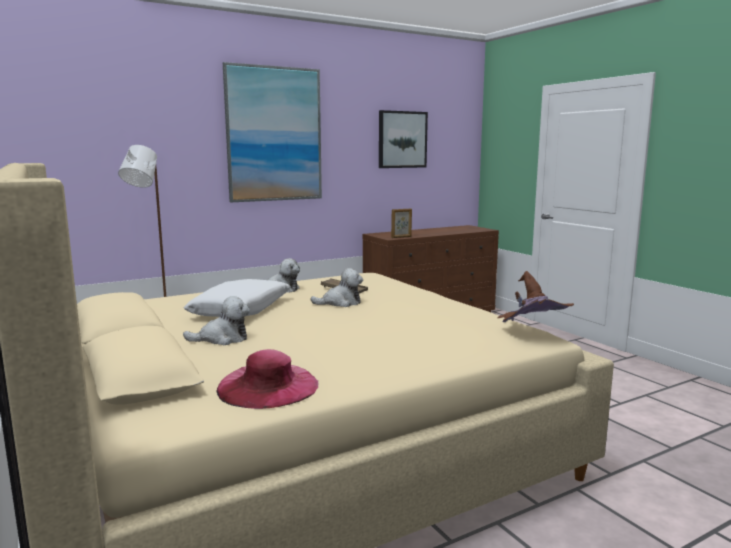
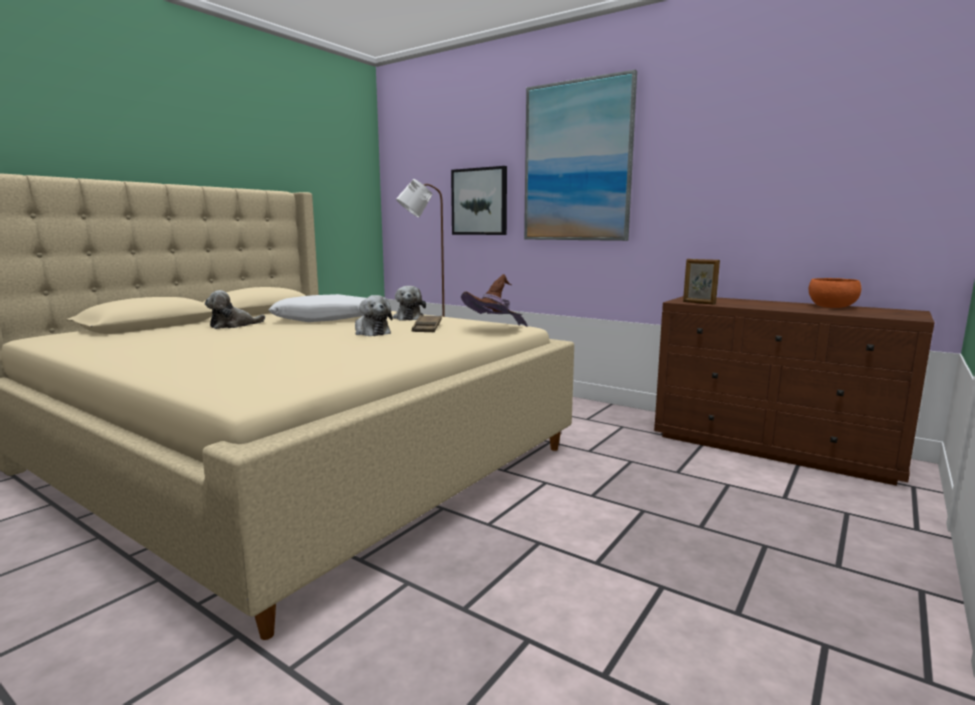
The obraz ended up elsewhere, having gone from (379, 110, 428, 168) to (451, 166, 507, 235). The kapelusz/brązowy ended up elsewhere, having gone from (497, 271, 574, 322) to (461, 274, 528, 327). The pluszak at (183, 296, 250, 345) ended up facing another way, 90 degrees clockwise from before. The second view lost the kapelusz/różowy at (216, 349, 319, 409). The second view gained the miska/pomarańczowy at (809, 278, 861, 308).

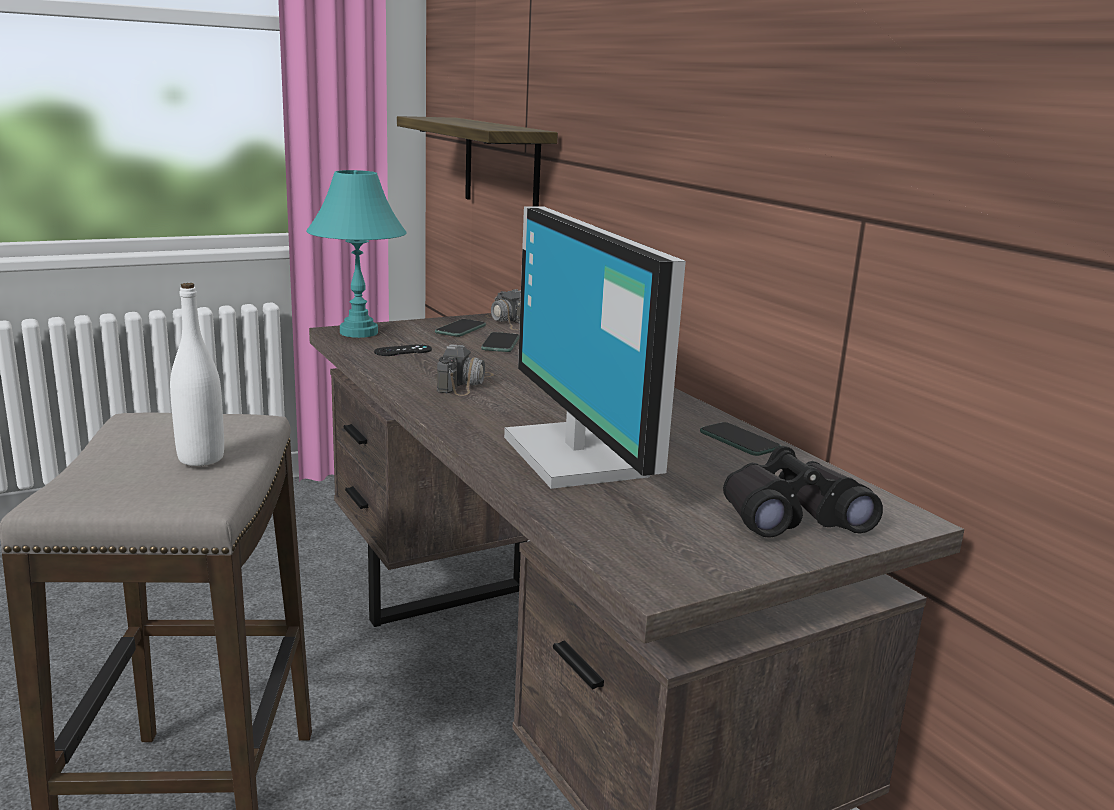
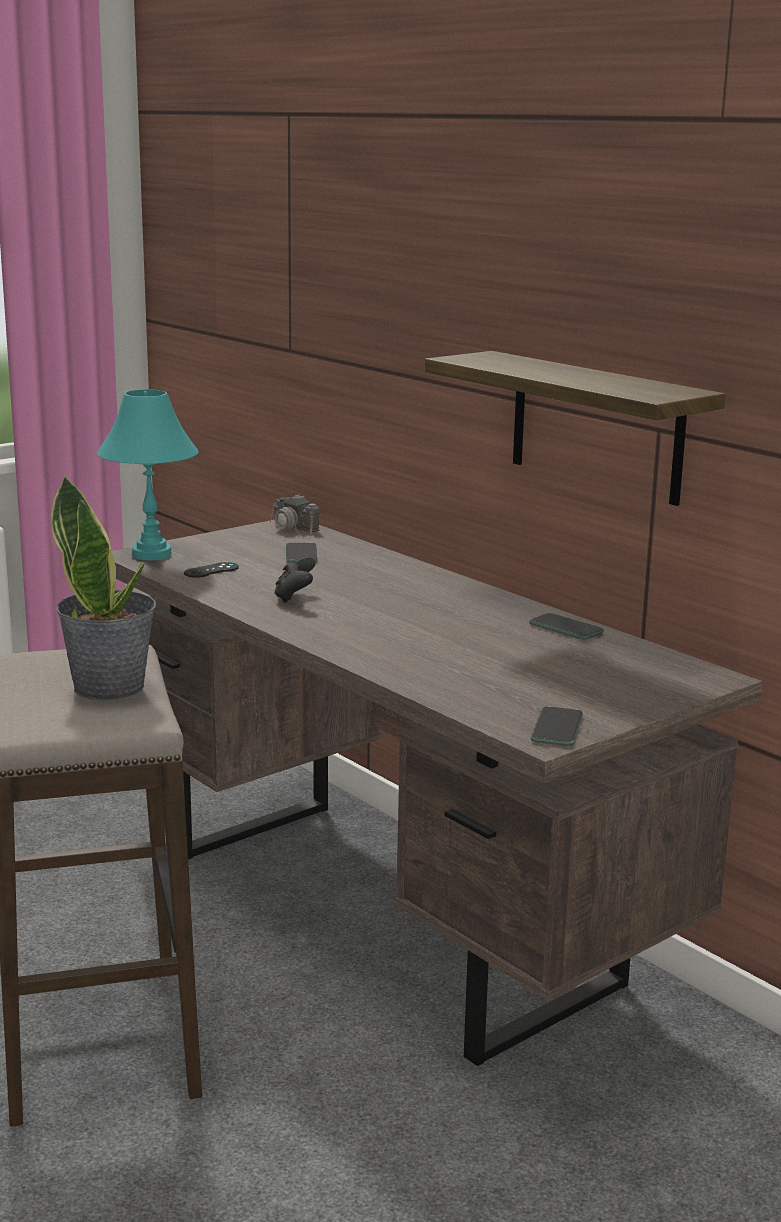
The półka ended up elsewhere, having gone from (397, 116, 558, 206) to (425, 351, 726, 506). The second view lost the monitor at (504, 206, 686, 489). Where the butelka/biały stood at (170, 283, 224, 466), the roślina doniczkowa came to stand at (51, 475, 156, 701). The telefon ended up elsewhere, having gone from (435, 319, 486, 337) to (531, 706, 583, 746). Where the aparat fotograficzny stood at (437, 344, 494, 396), the pad do gier/czarny came to stand at (274, 557, 315, 603). The second view lost the lornetka/czarny at (723, 446, 883, 538).

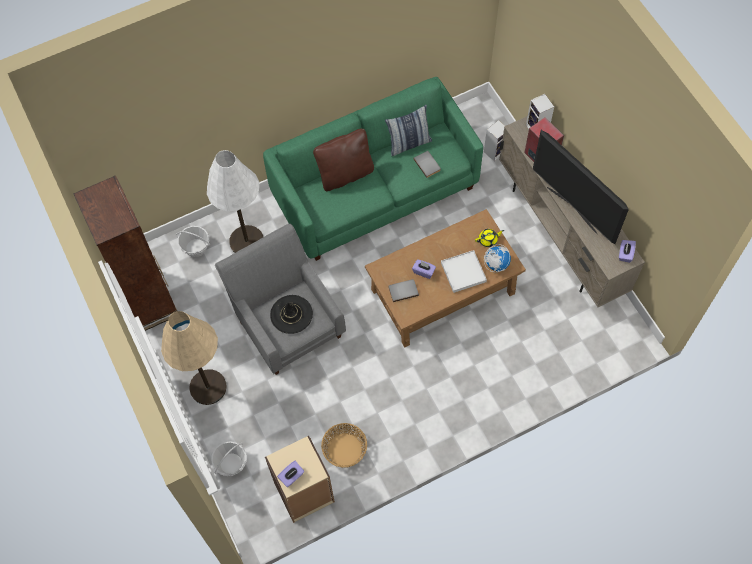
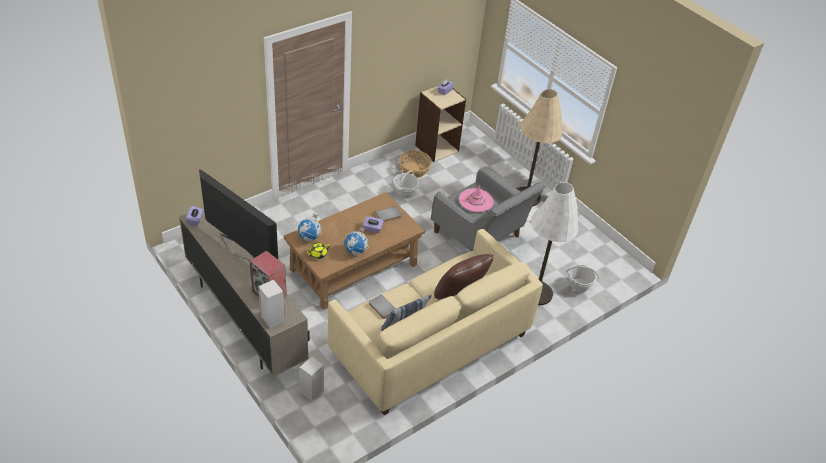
What was the kanapa/zielony at (263, 77, 483, 261) turned into the kanapa/beżowy at (328, 229, 543, 415). The second view lost the regał/brązowy at (73, 175, 177, 331). The second view lost the taca/biały at (441, 250, 487, 293). What was the kapelusz/czarny at (270, 295, 313, 334) turned into the kapelusz/różowy at (459, 185, 494, 212). The koszyk ended up elsewhere, having gone from (211, 441, 247, 476) to (393, 170, 419, 198). The second view gained the globus at (345, 227, 368, 255).

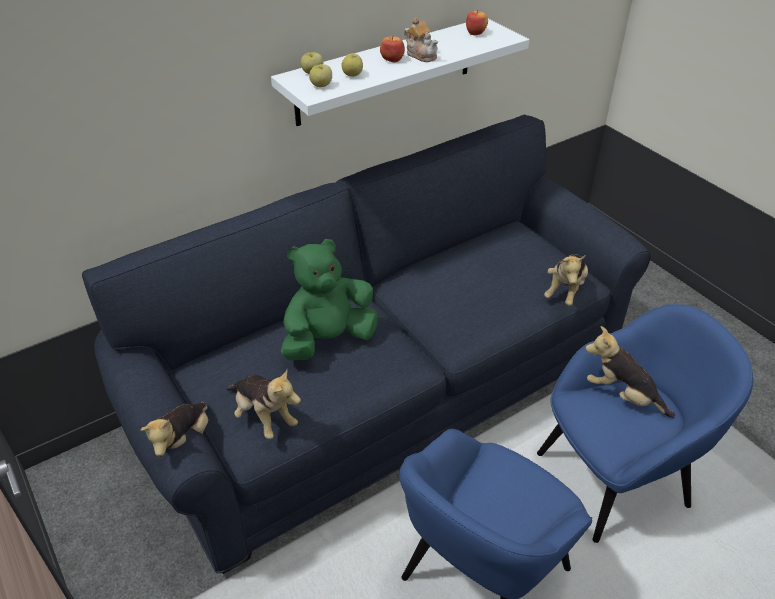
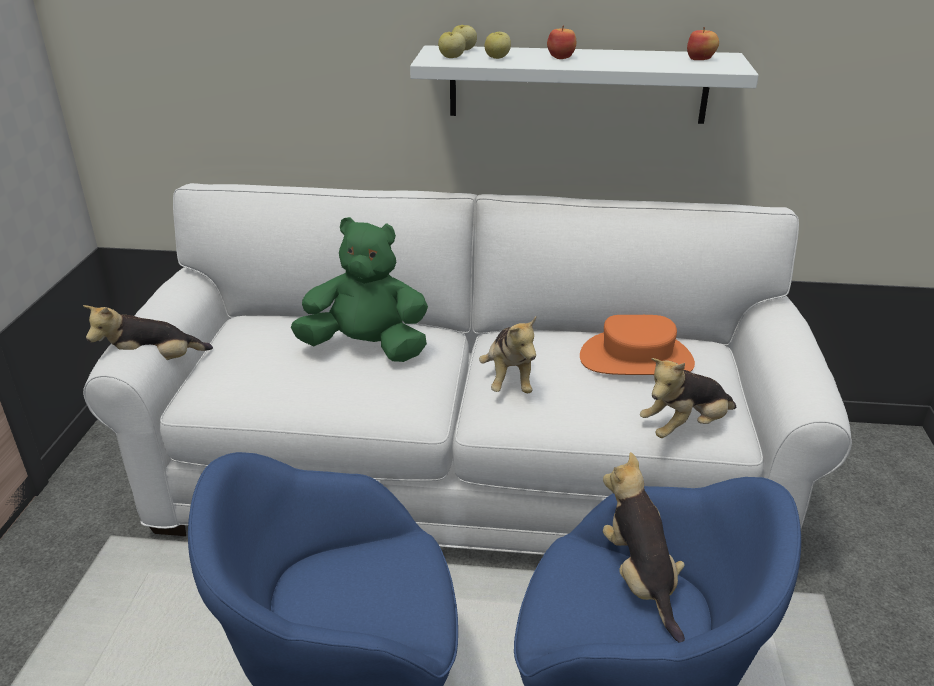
The second view lost the imbryk at (404, 18, 438, 62). What was the kanapa/niebieski at (82, 115, 651, 574) turned into the kanapa/biały at (83, 183, 852, 555). The pluszak ended up elsewhere, having gone from (227, 370, 301, 439) to (479, 317, 536, 393). The second view gained the kapelusz/pomarańczowy at (580, 315, 695, 375).

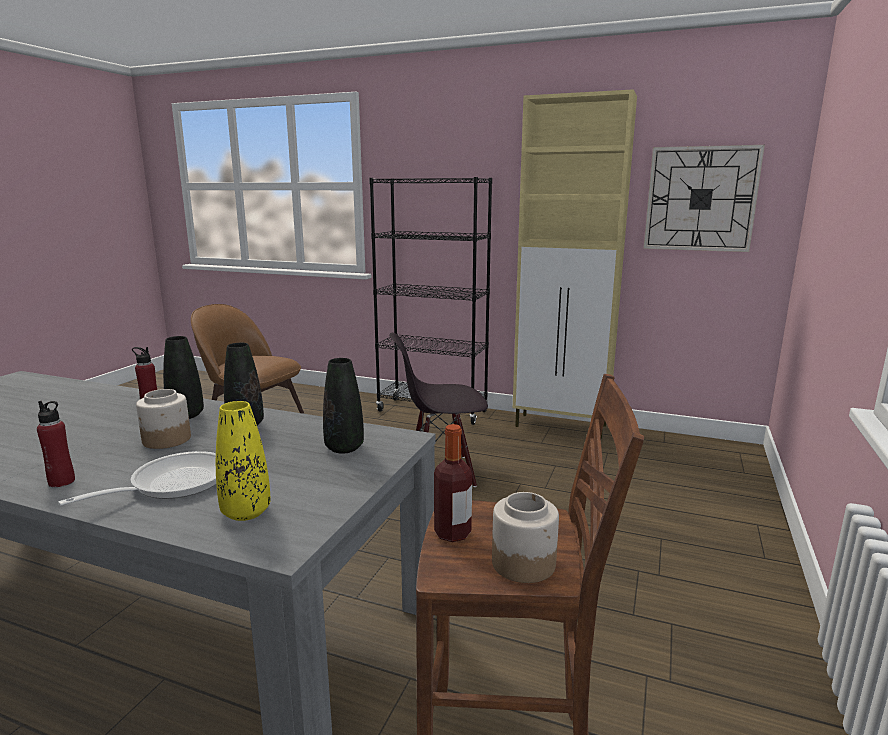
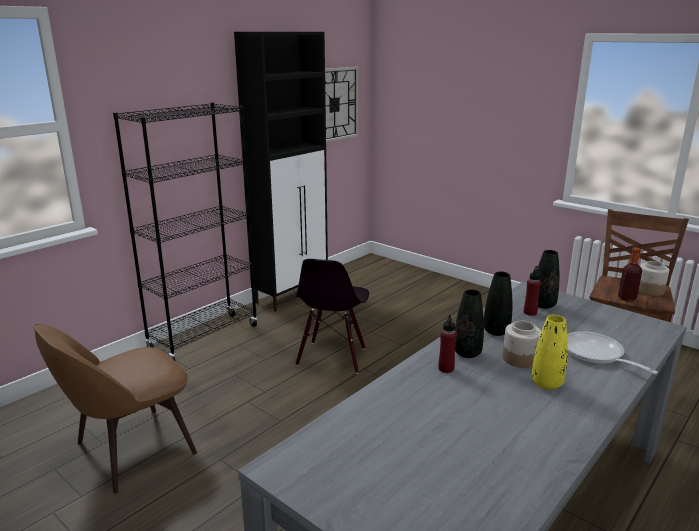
What was the szafka/beżowy at (513, 89, 637, 439) turned into the szafka/czarny at (234, 32, 328, 312). The butelka/czerwony ended up elsewhere, having gone from (37, 401, 75, 487) to (524, 266, 541, 316). The wazon/żółty ended up elsewhere, having gone from (216, 401, 271, 521) to (532, 315, 568, 390).

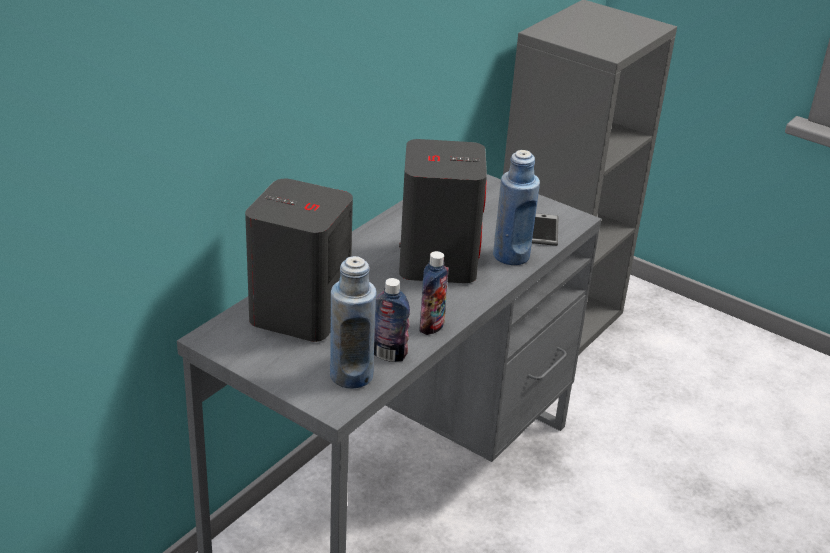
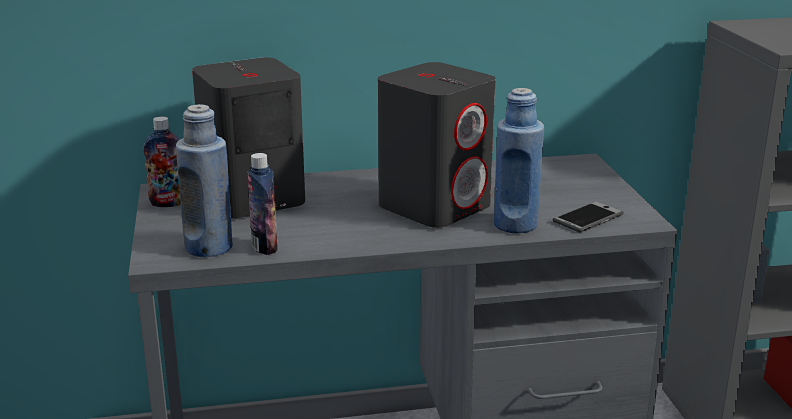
The butelka ended up elsewhere, having gone from (419, 251, 449, 335) to (143, 117, 181, 207).

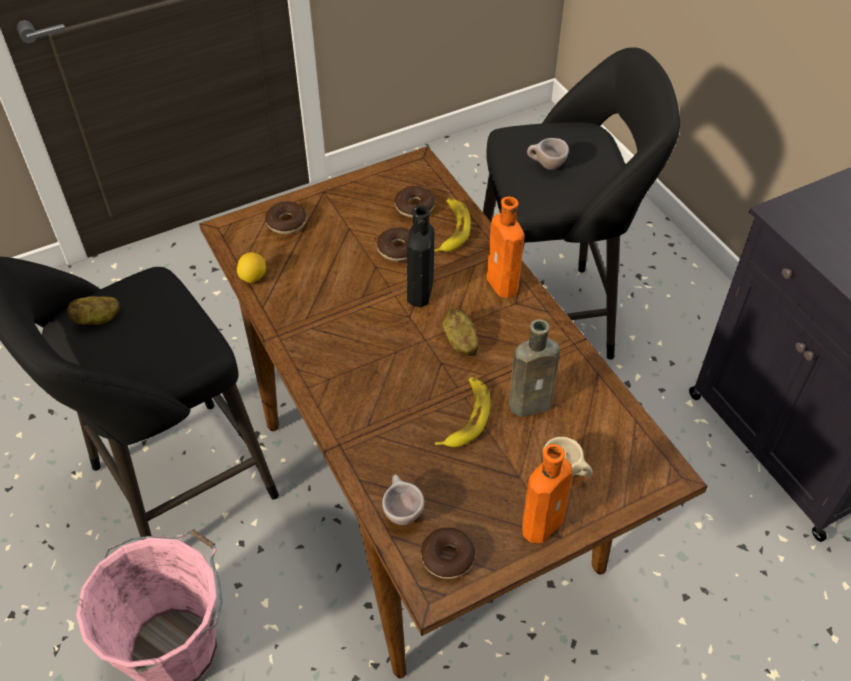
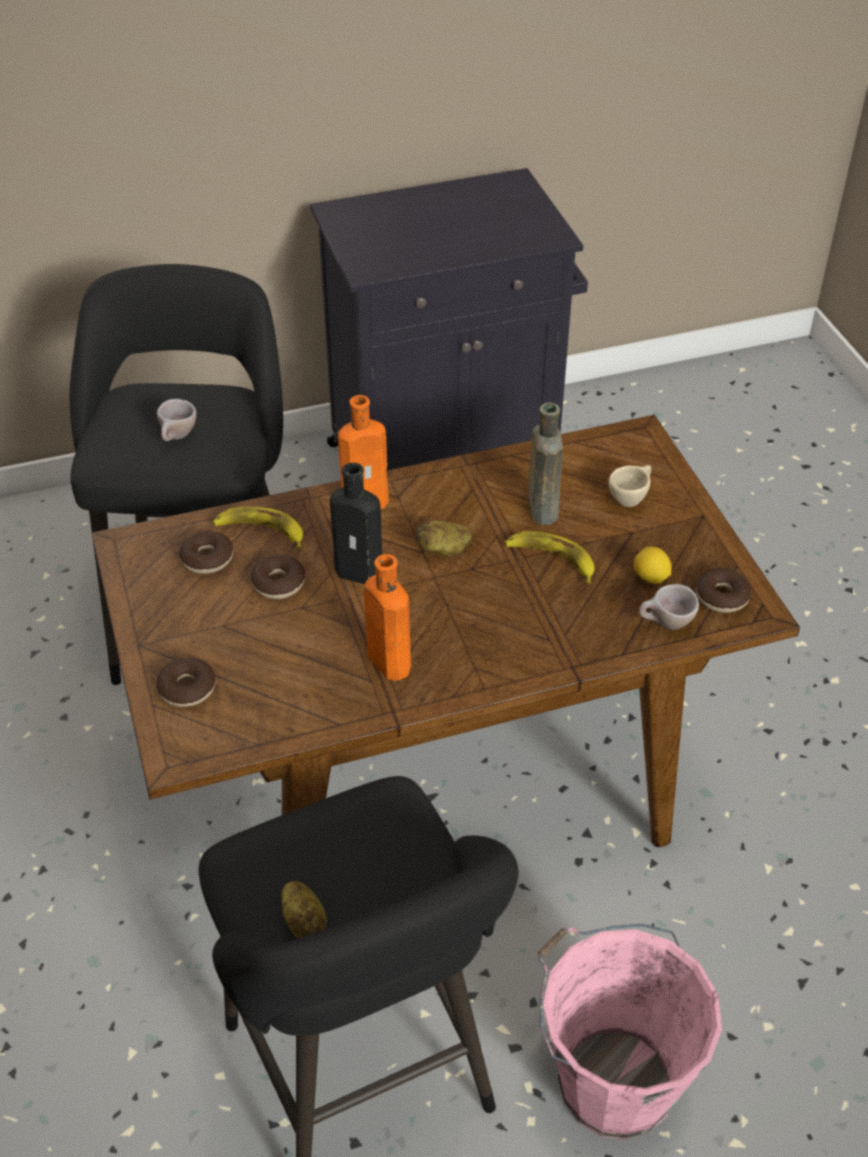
The cytryna ended up elsewhere, having gone from (237, 252, 266, 283) to (634, 547, 672, 584). The butelka/pomarańczowy ended up elsewhere, having gone from (522, 444, 572, 543) to (364, 554, 411, 681).

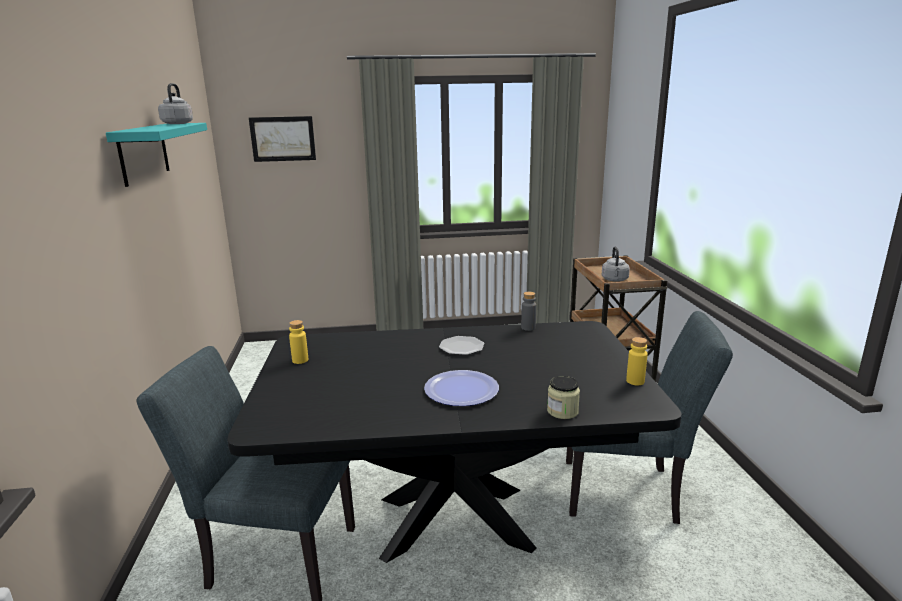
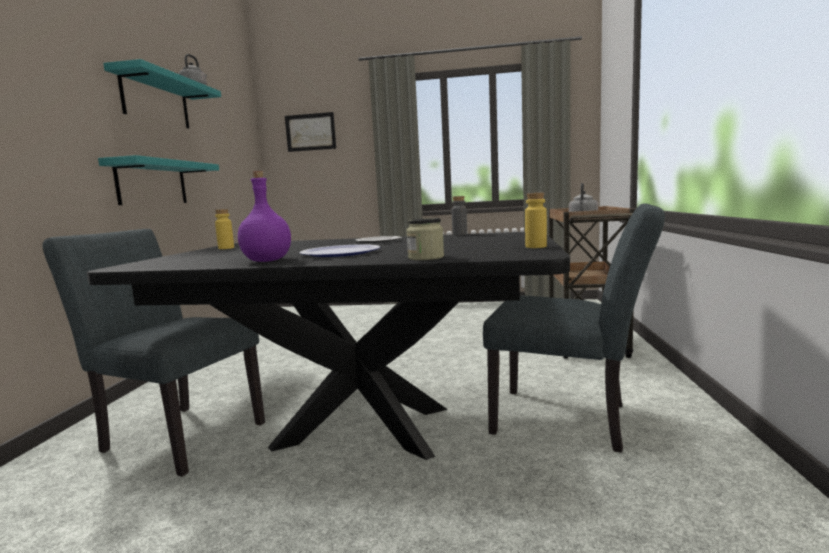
The second view gained the półka/turkusowy at (98, 155, 219, 205). The second view gained the butelka/fioletowy at (238, 171, 291, 262).

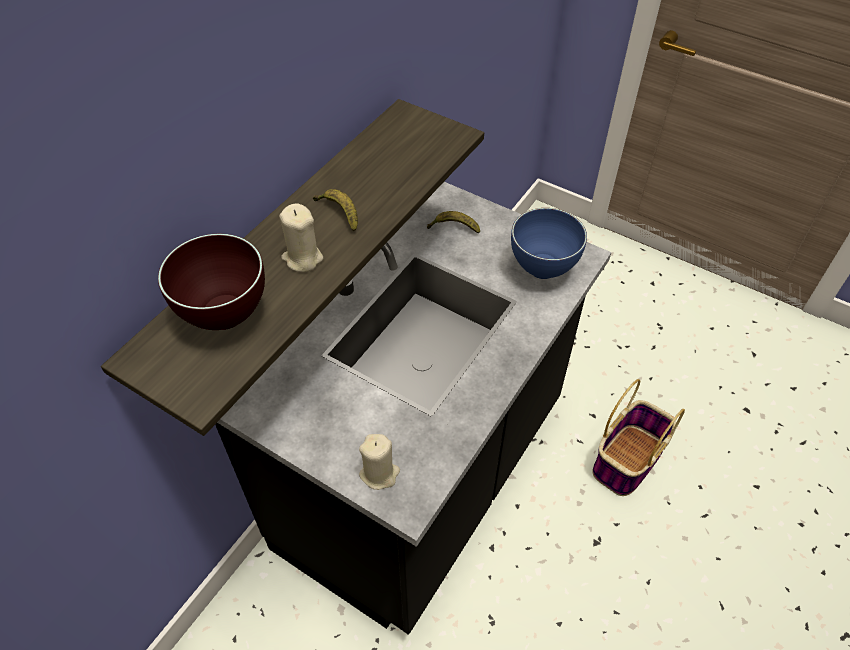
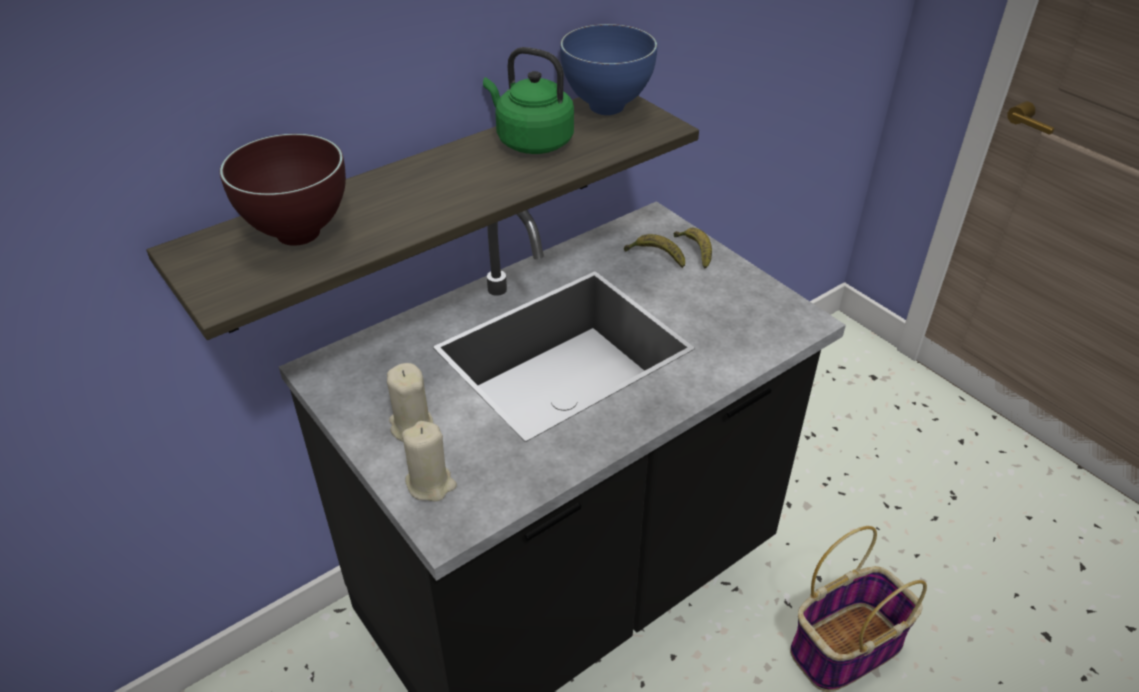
The banan ended up elsewhere, having gone from (313, 189, 358, 231) to (674, 228, 712, 269). The świeca/beżowy ended up elsewhere, having gone from (279, 203, 323, 272) to (387, 363, 433, 442). The miska/niebieski ended up elsewhere, having gone from (511, 208, 587, 279) to (560, 24, 657, 115). The second view gained the czajnik/zielony at (483, 47, 574, 154).

